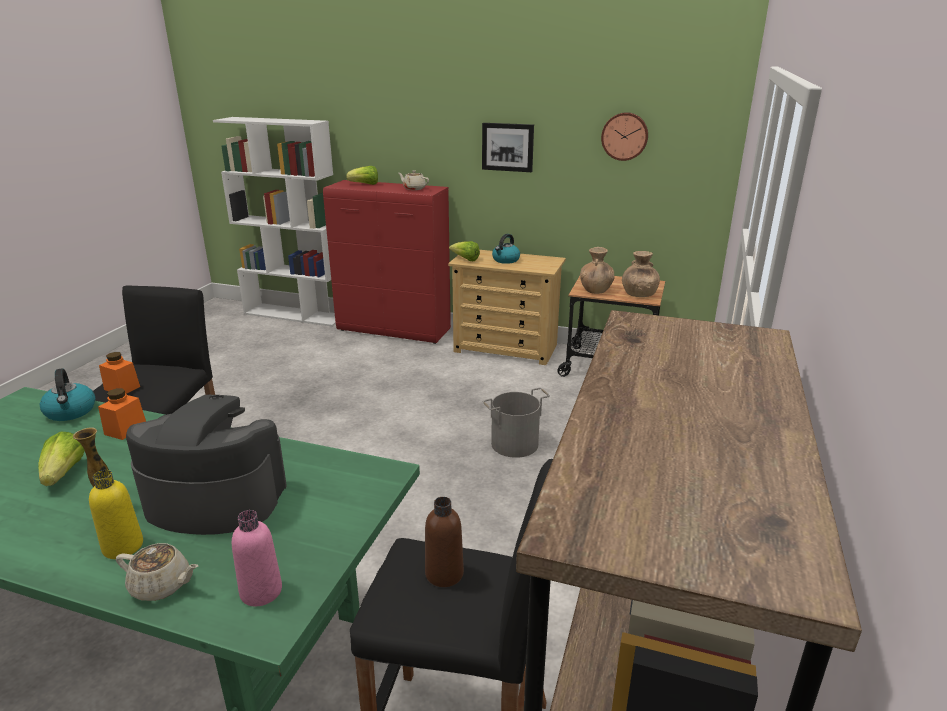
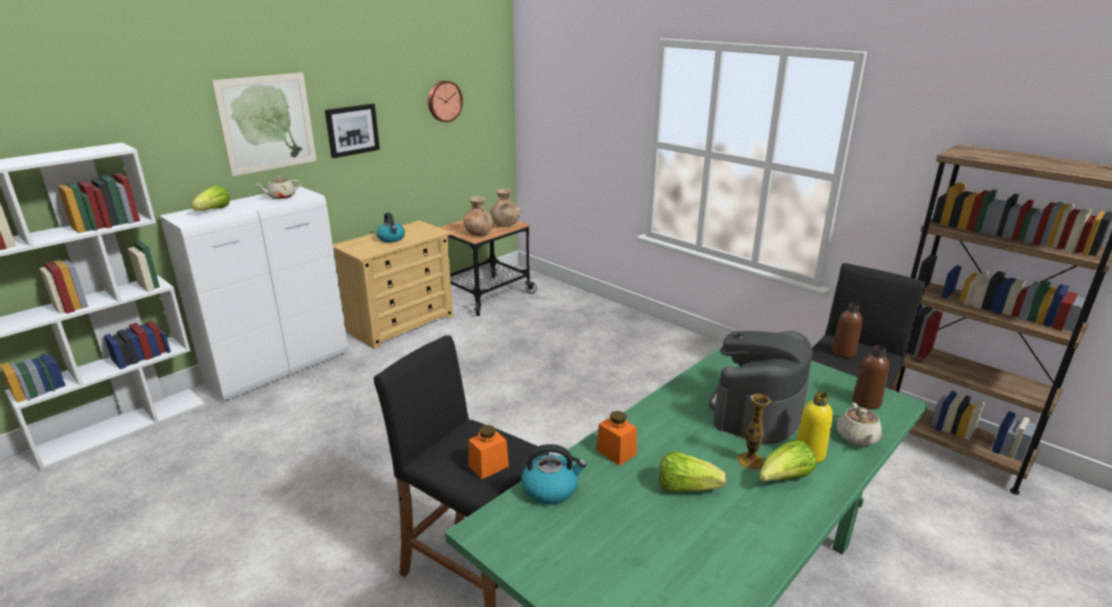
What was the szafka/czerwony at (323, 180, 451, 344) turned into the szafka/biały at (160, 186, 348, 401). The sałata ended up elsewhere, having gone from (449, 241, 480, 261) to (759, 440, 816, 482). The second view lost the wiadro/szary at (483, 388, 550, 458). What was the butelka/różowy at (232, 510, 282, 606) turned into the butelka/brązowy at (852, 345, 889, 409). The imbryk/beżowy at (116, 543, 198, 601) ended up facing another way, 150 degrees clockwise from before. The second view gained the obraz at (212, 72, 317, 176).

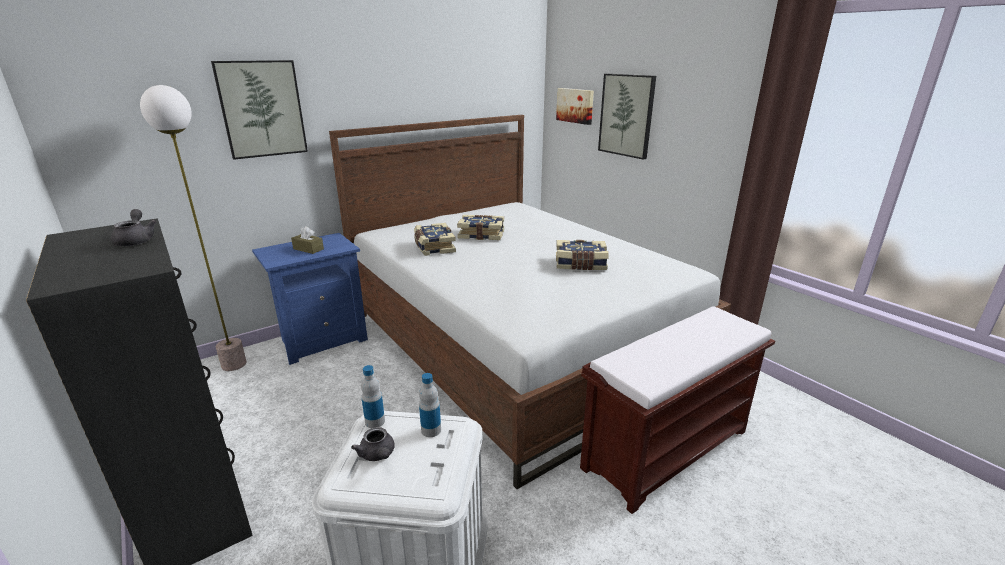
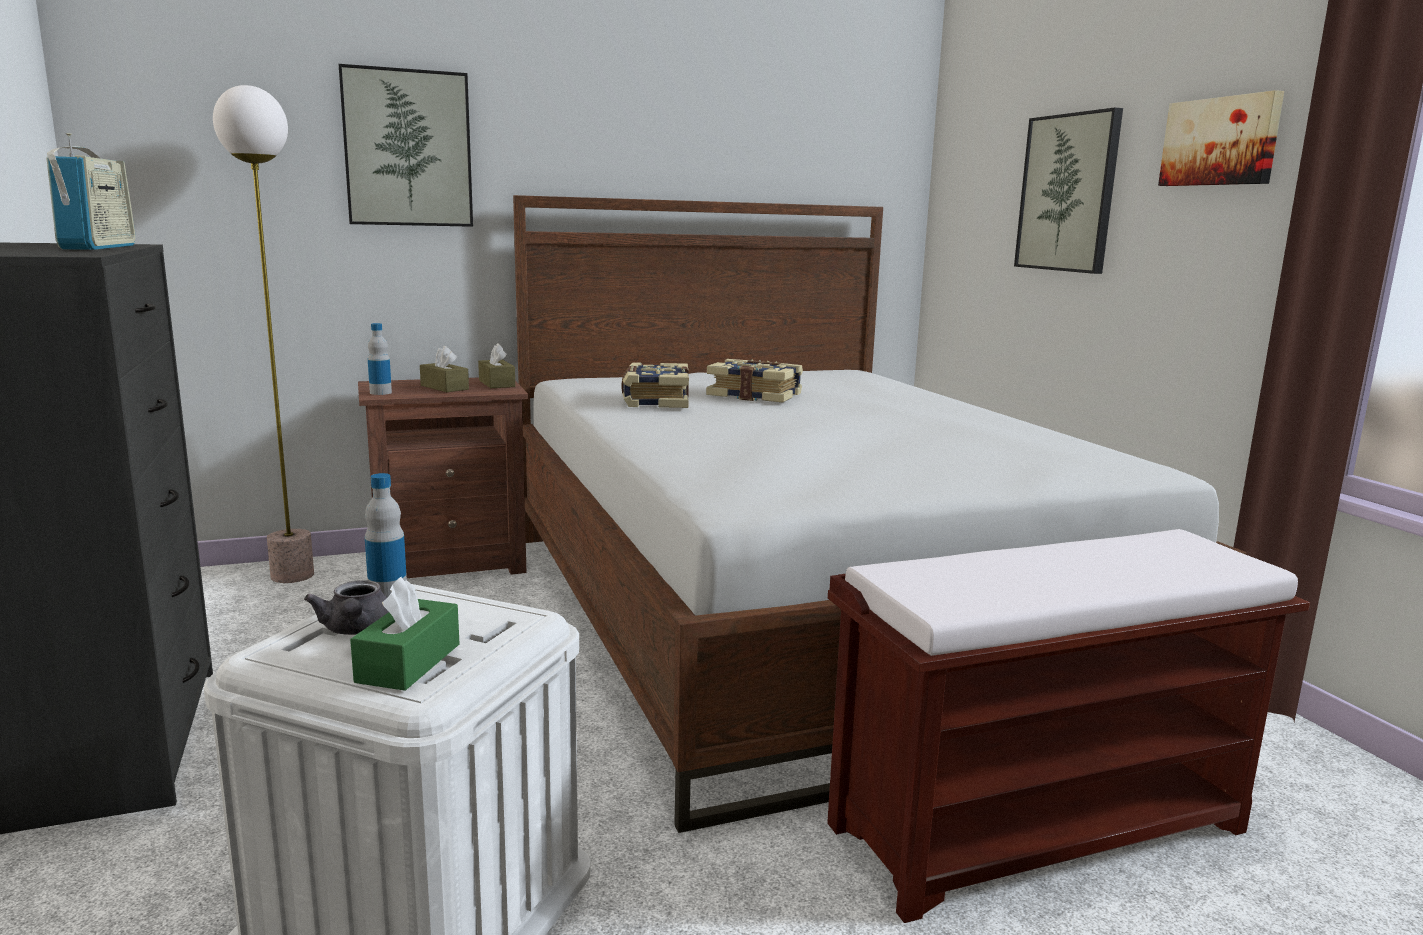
The obraz ended up elsewhere, having gone from (556, 88, 594, 125) to (1158, 90, 1284, 186). Where the imbryk/szary stood at (111, 209, 157, 246), the radio came to stand at (46, 133, 136, 250). What was the szafka nocna/niebieski at (252, 233, 368, 365) turned into the szafka nocna/brązowy at (358, 378, 528, 578). The second view lost the książka at (556, 240, 609, 270). The butelka ended up elsewhere, having gone from (419, 373, 441, 437) to (368, 323, 392, 395). The second view gained the pudełko chusteczek/brązowy at (478, 343, 515, 388). The second view gained the pudełko chusteczek/zielony at (350, 577, 459, 691).

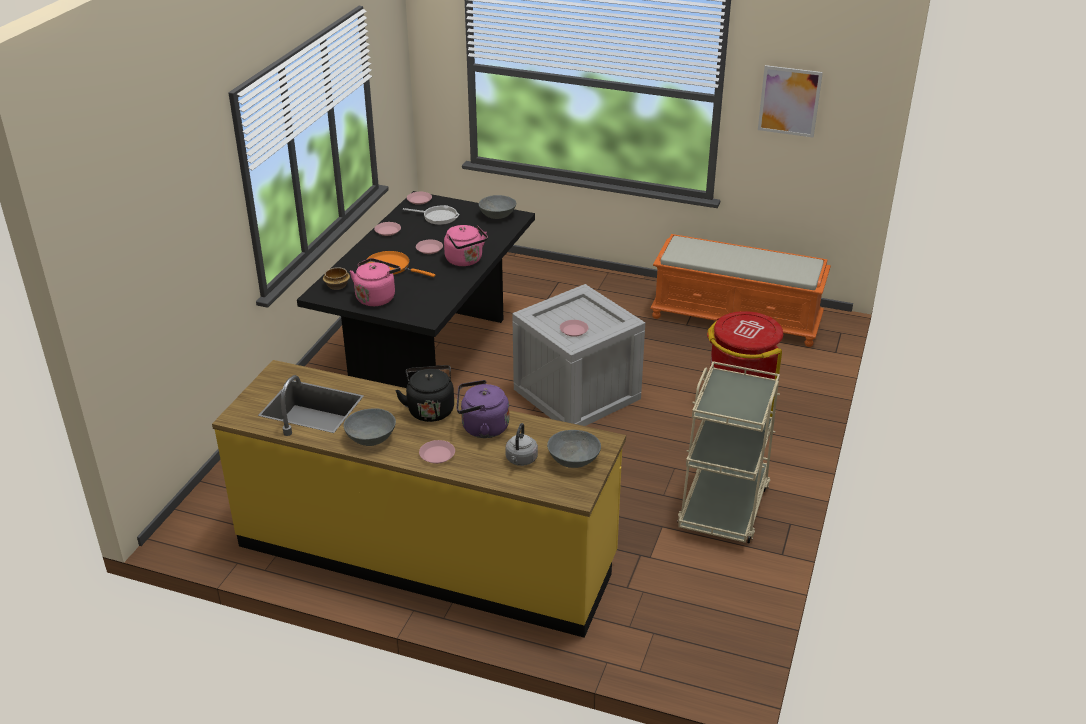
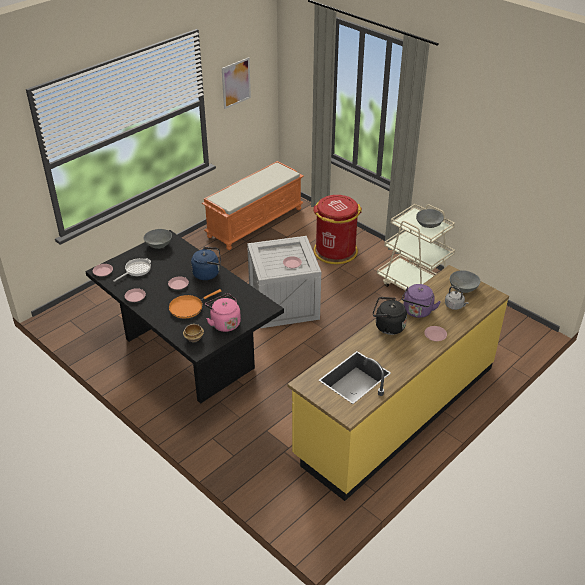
What was the czajnik/różowy at (444, 225, 488, 266) turned into the czajnik/niebieski at (191, 247, 221, 280). The miska/szary ended up elsewhere, having gone from (343, 408, 396, 446) to (416, 209, 444, 228).

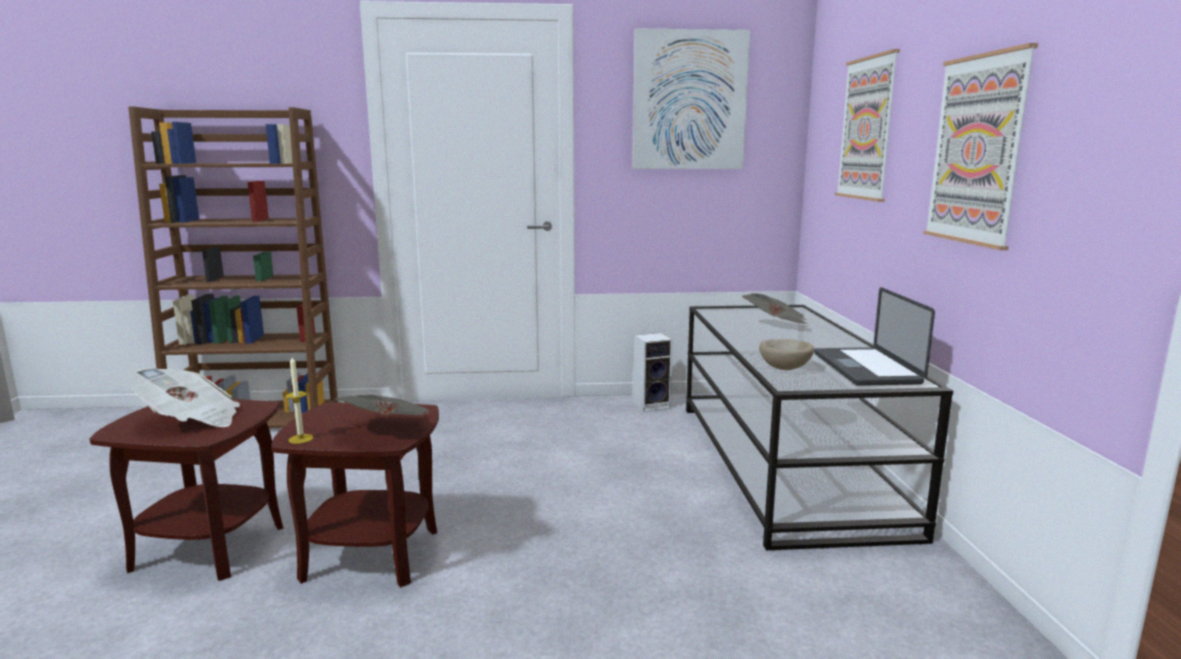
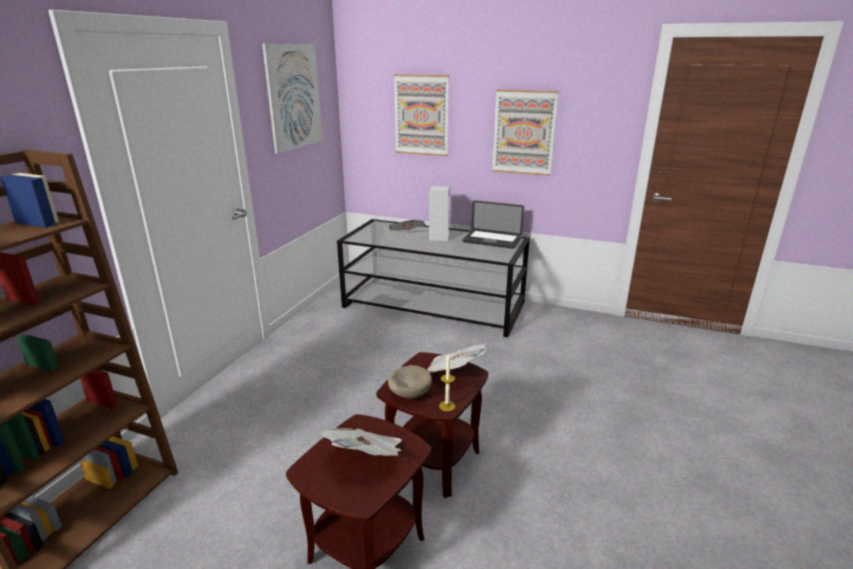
The głośnik ended up elsewhere, having gone from (633, 333, 673, 412) to (429, 186, 450, 241). The miska/beżowy ended up elsewhere, having gone from (759, 339, 814, 370) to (388, 365, 432, 399).

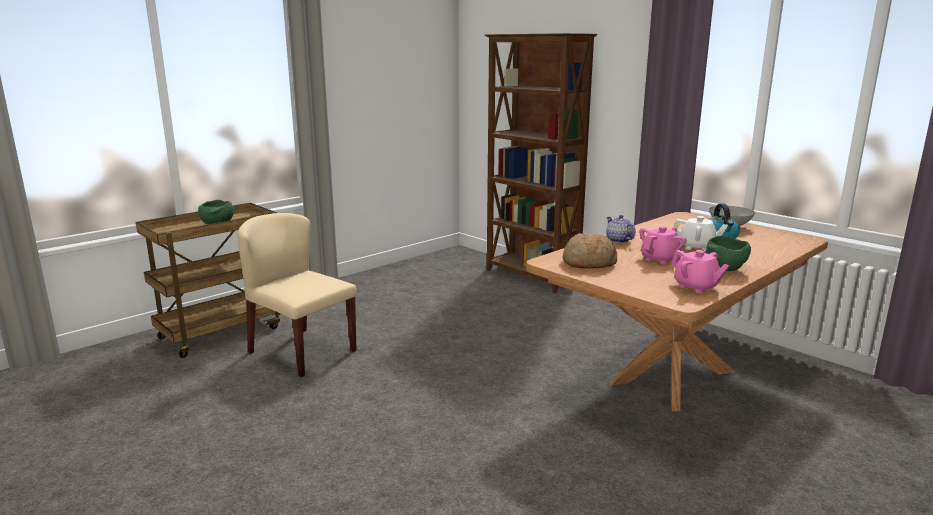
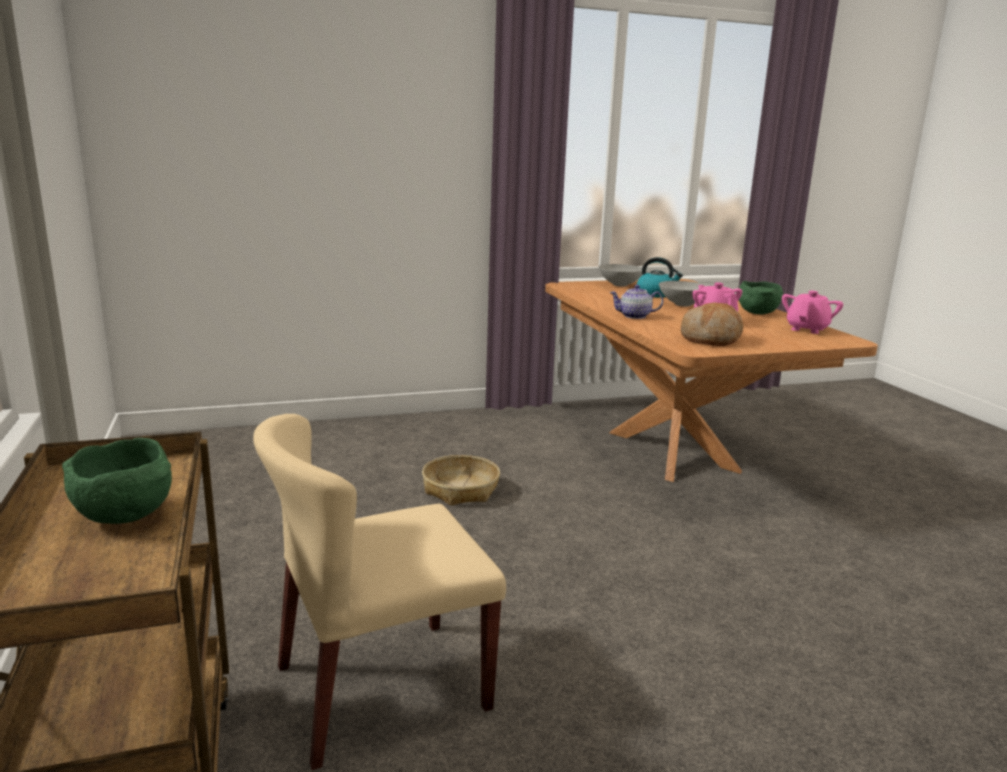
The second view lost the regał/brązowy at (485, 33, 597, 293). Where the imbryk/biały stood at (674, 216, 728, 252), the miska/szary came to stand at (659, 281, 710, 306). The imbryk/różowy at (671, 250, 729, 293) ended up facing another way, 45 degrees counterclockwise from before. The second view gained the koszyk at (422, 455, 500, 506).

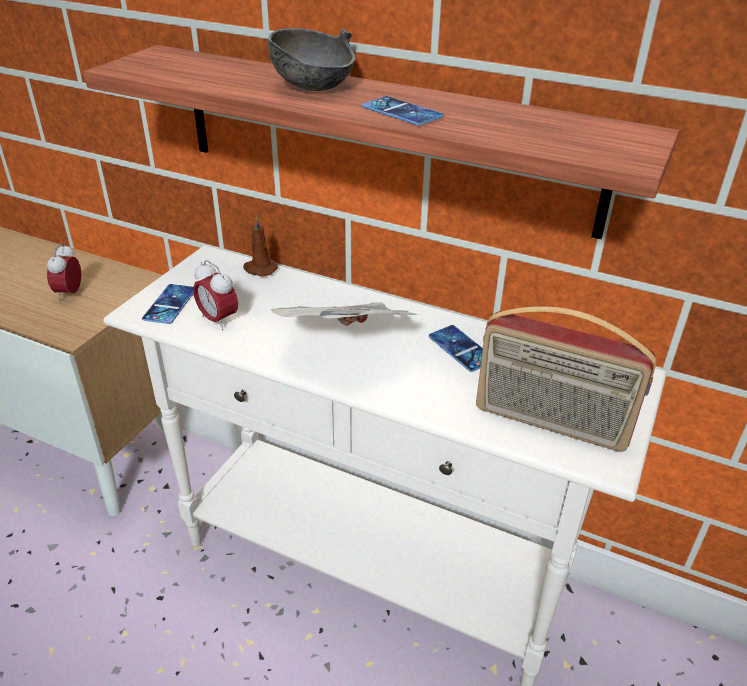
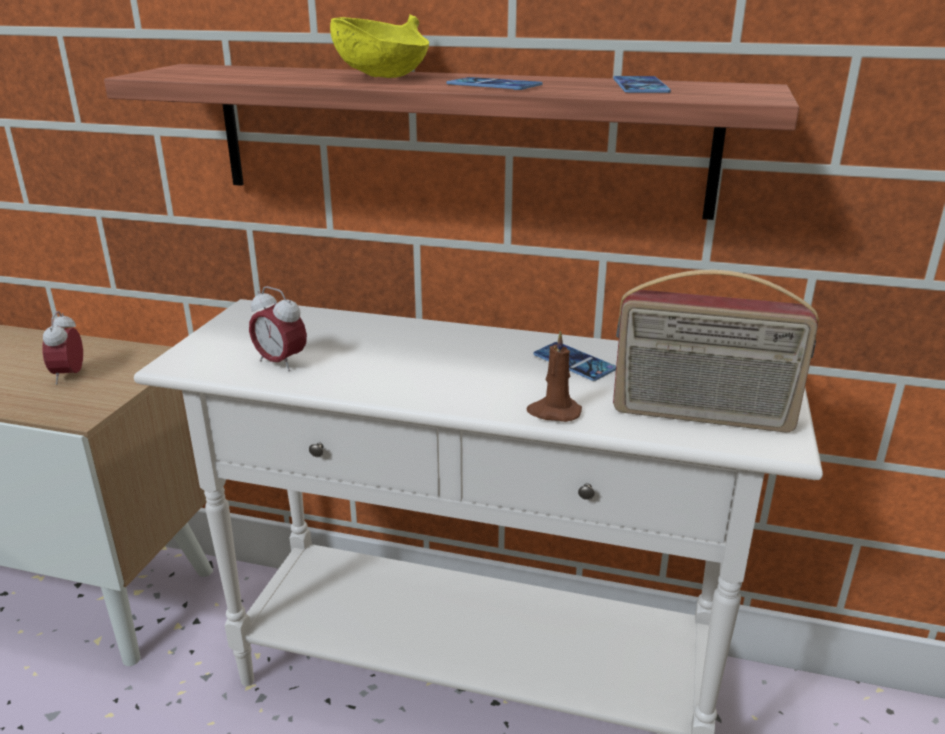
What was the miska/szary at (268, 28, 355, 91) turned into the miska/żółty at (330, 14, 429, 78). The świeca/brązowy ended up elsewhere, having gone from (243, 216, 278, 276) to (526, 331, 582, 422). The telefon ended up elsewhere, having gone from (142, 284, 193, 324) to (613, 76, 671, 93). The second view lost the gazeta at (271, 303, 419, 325).

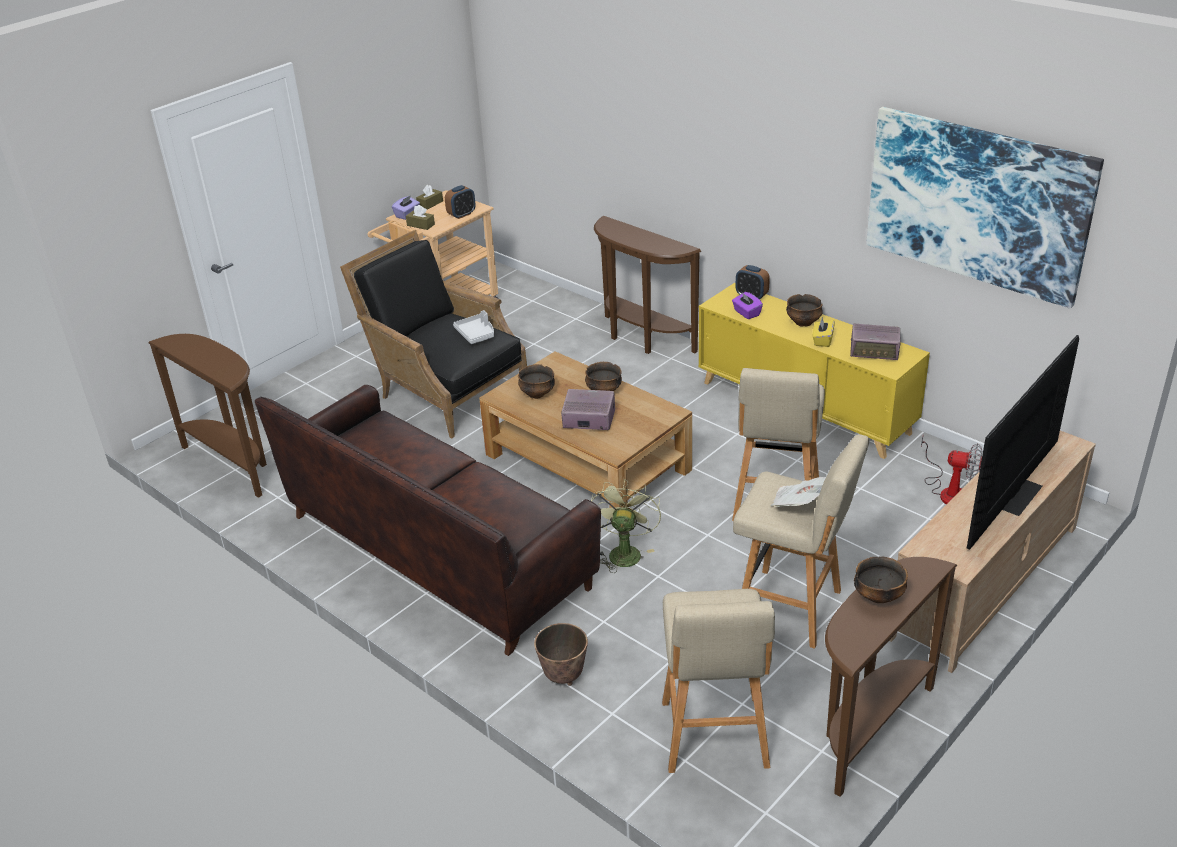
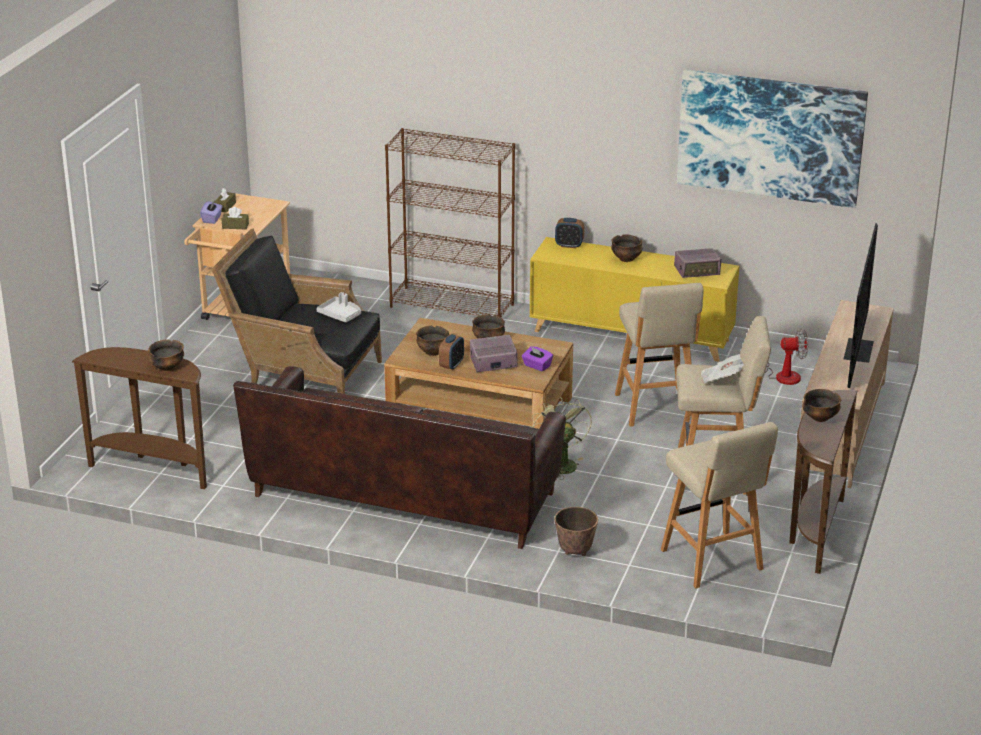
The budzik ended up elsewhere, having gone from (445, 185, 476, 219) to (439, 334, 464, 370). Where the stolik konsolowy/brązowy stood at (594, 216, 701, 354), the regał/brązowy came to stand at (385, 128, 515, 317). The pudełko chusteczek/fioletowy ended up elsewhere, having gone from (732, 292, 763, 319) to (522, 346, 553, 372). The second view lost the pudełko chusteczek/żółty at (813, 317, 835, 347). The second view gained the miska at (148, 339, 184, 371).

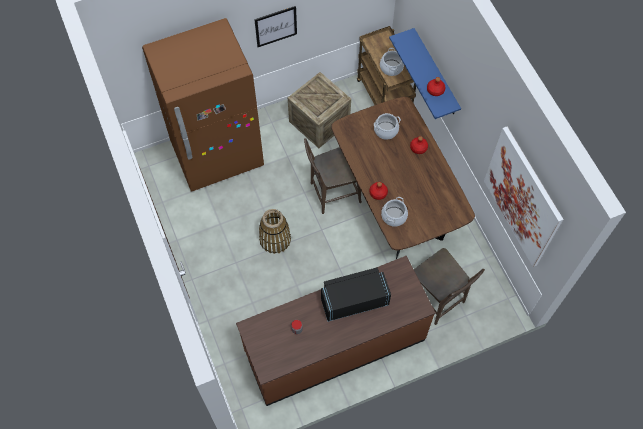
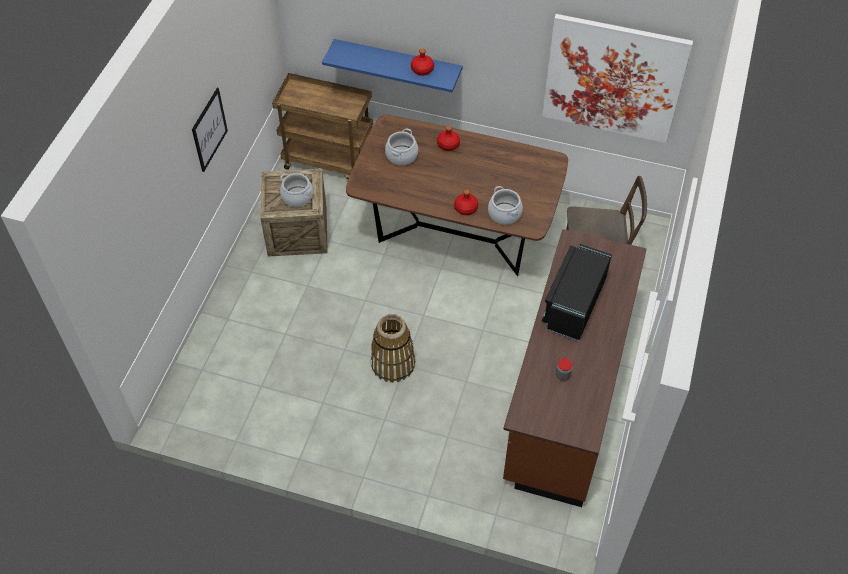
The second view lost the lodówka/brązowy at (142, 18, 264, 192). The garnek ended up elsewhere, having gone from (380, 48, 404, 76) to (280, 173, 313, 207). The second view lost the krzesło/brązowy at (304, 138, 362, 214).

